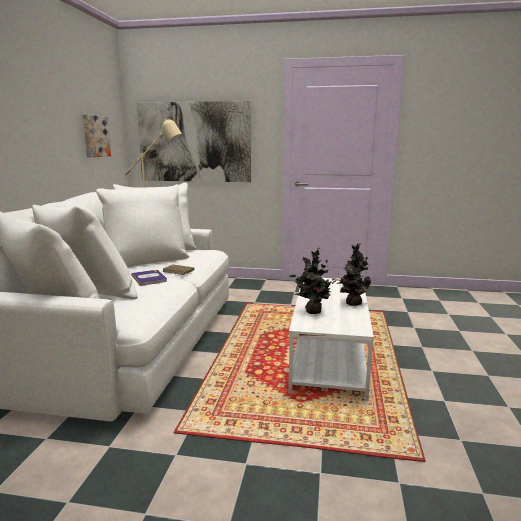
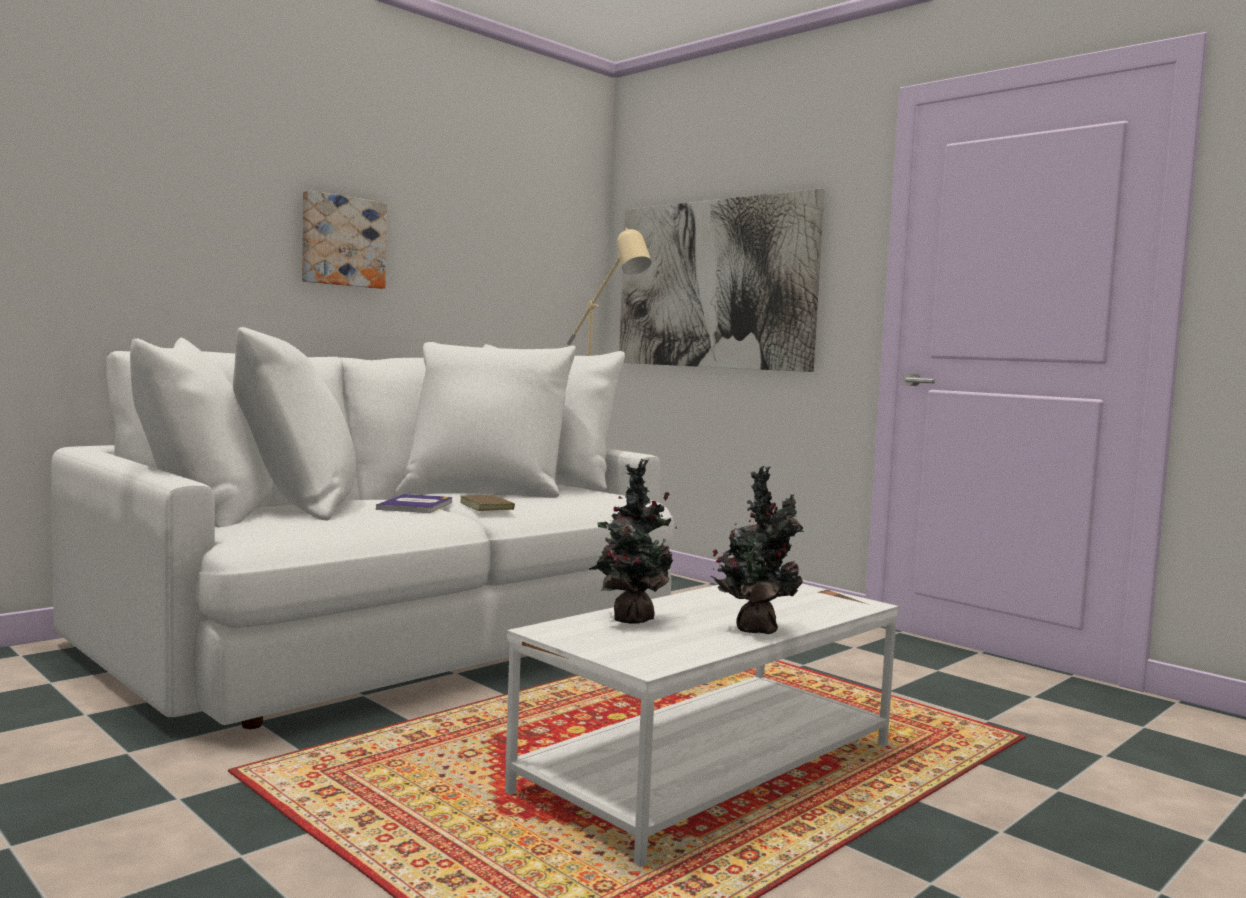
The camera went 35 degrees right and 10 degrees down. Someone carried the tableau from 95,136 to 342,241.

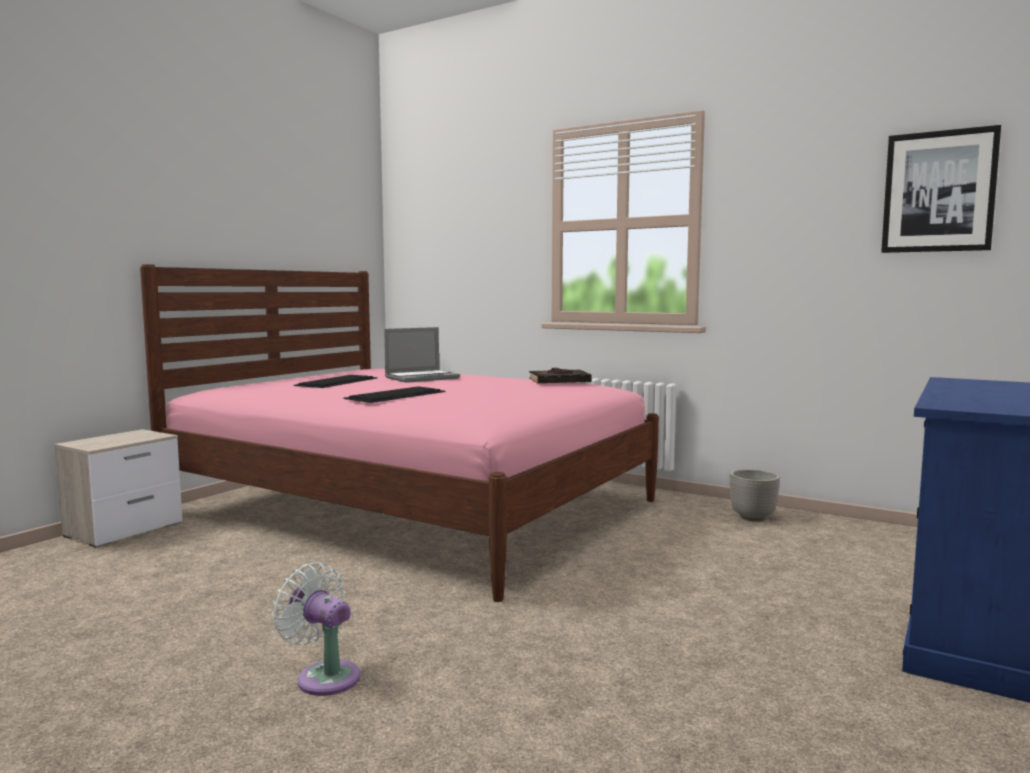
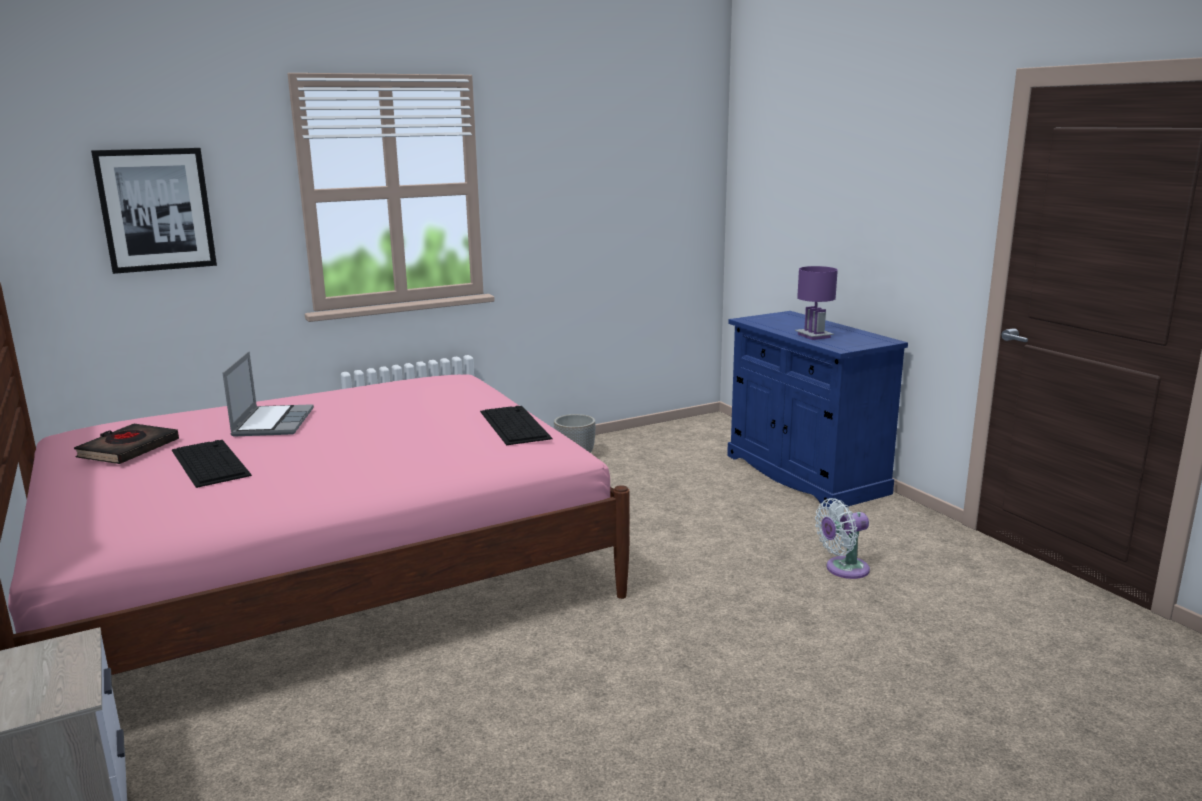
The camera went 60 degrees left and 10 degrees up. Someone carried the tableau from 938,192 to 156,210. Someone carried the livre (noir) from 559,381 to 128,449. Someone carried the clavier from 396,395 to 513,424. Someone carried the ventilateur (blanc) from 324,676 to 843,569. Someone put down the lampe de table (violet) at 814,336.

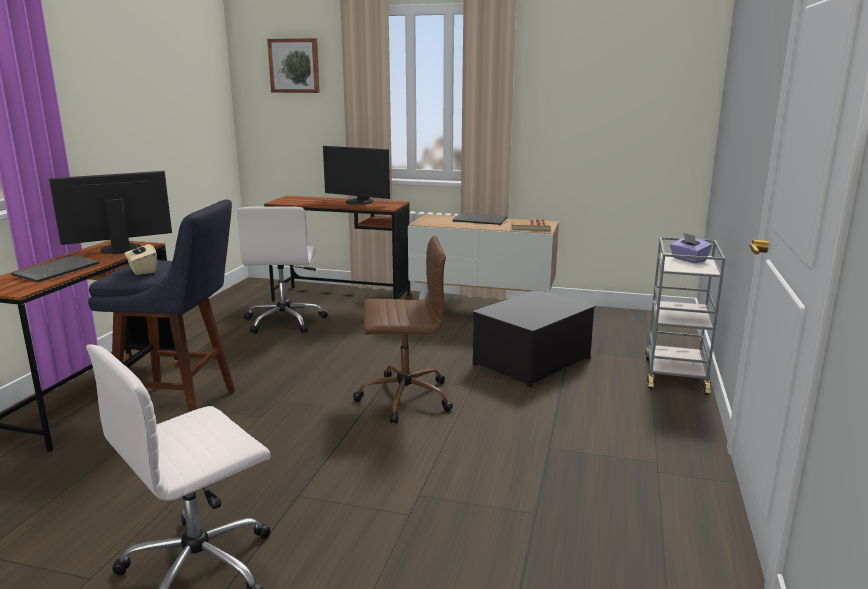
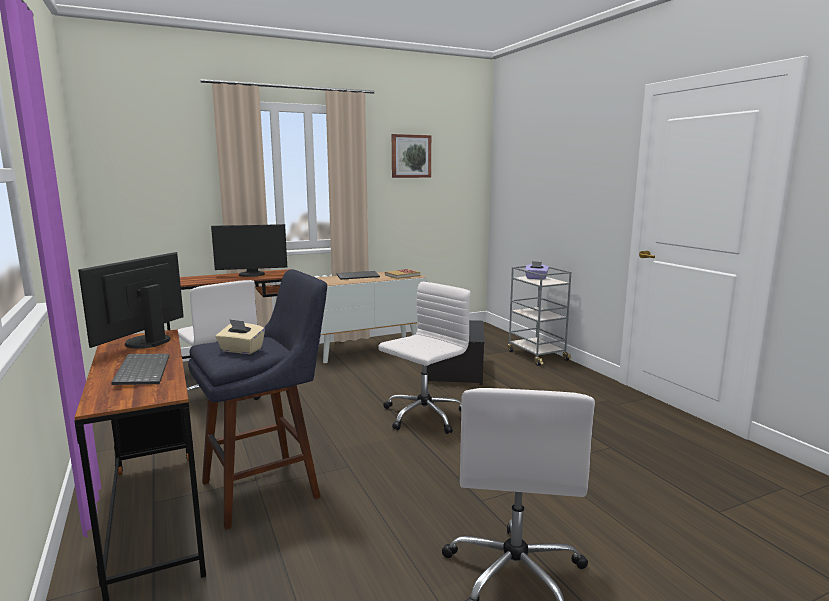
The camera went 40 degrees left and 5 degrees down. Someone carried the tableau from 294,65 to 410,156. Someone repainted the chaise de bureau (marron) at 403,397, which became the chaise de bureau (blanc) at 423,416.

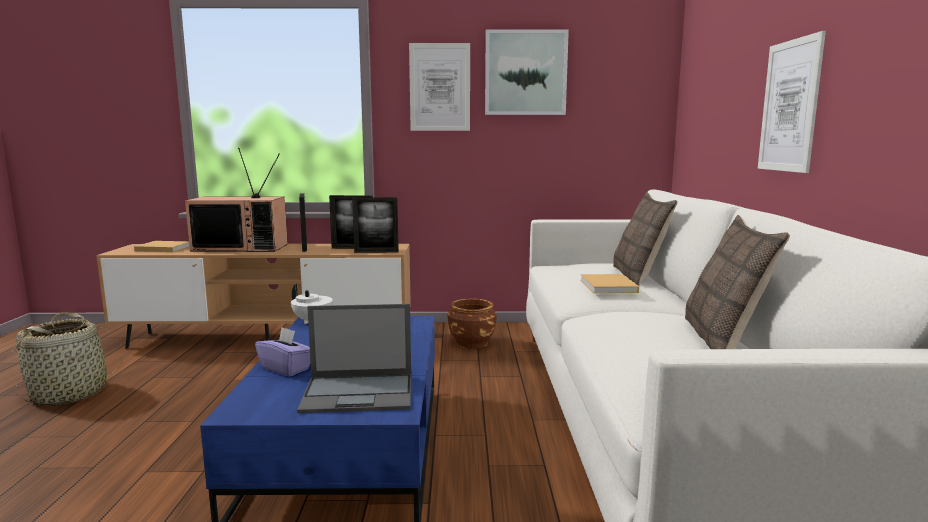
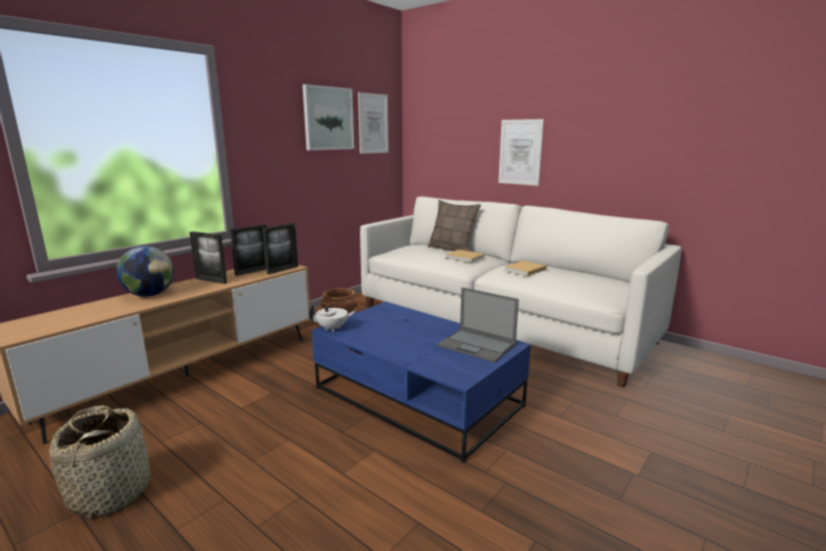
The camera went 50 degrees left and 5 degrees up. Someone carried the tableau from 440,87 to 373,123. Someone swapped the téléviseur at 242,247 for the globe at 149,295. Someone took away the coussin at 723,339. Someone carried the livre (beige) from 162,248 to 524,270. Someone rotated the ordinateur portable at 360,393 by 90 degrees clockwise. Someone took away the boîte à mouchoirs (violet) at 286,368.

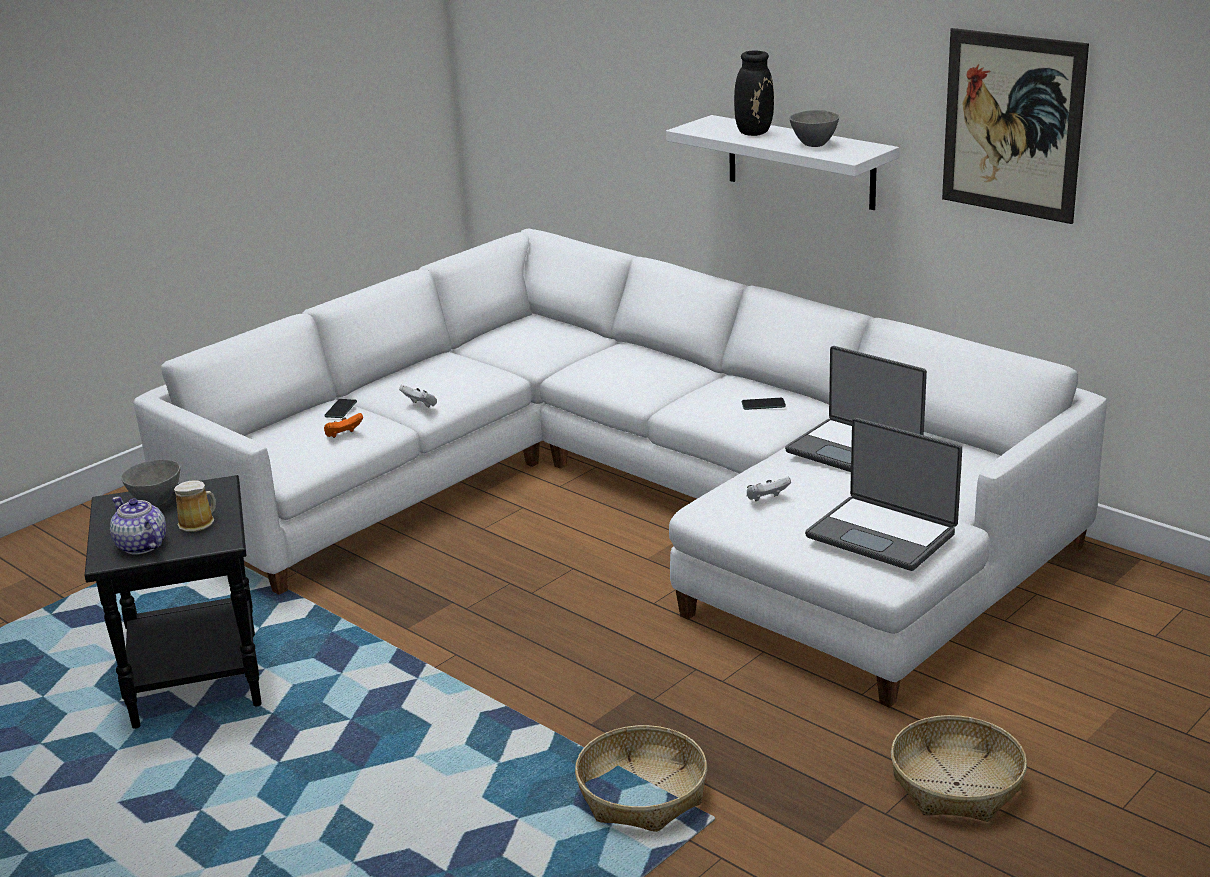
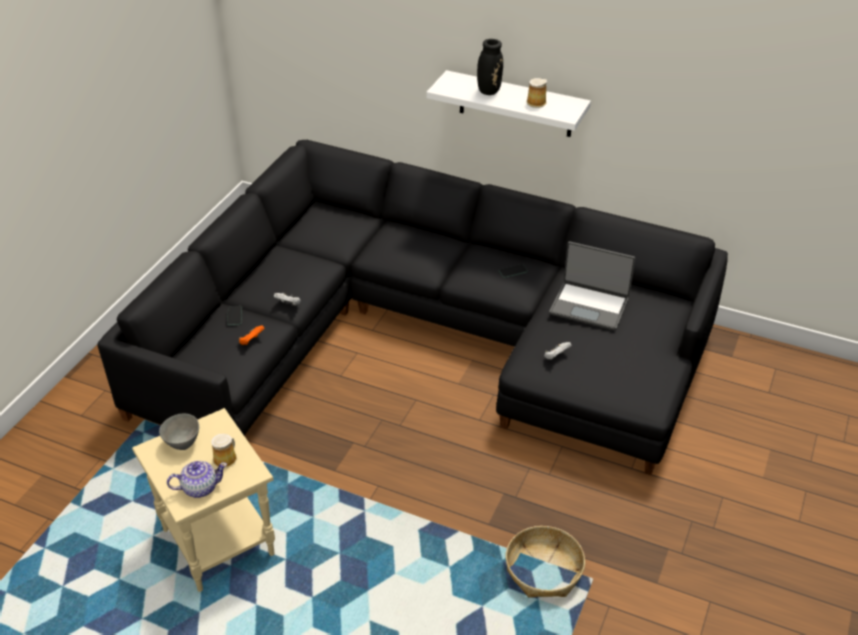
The camera went 20 degrees left and 15 degrees up. Someone took away the tableau at 1012,125. Someone swapped the bol (gris) at 813,144 for the mug at 535,102. Someone repainted the canapé (blanc) at 629,501, which became the canapé (noir) at 424,336. Someone took away the ordinateur portable at 882,534. Someone repainted the table d'appoint (noir) at 199,681, which became the table d'appoint (beige) at 220,542. Someone rotated the théière at 141,546 by 135 degrees clockwise. Someone took away the panier at 956,784.

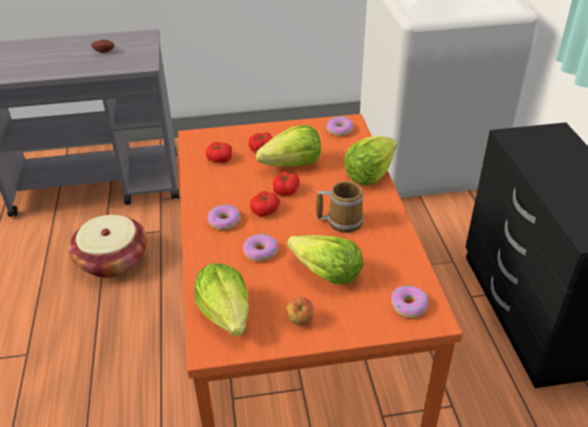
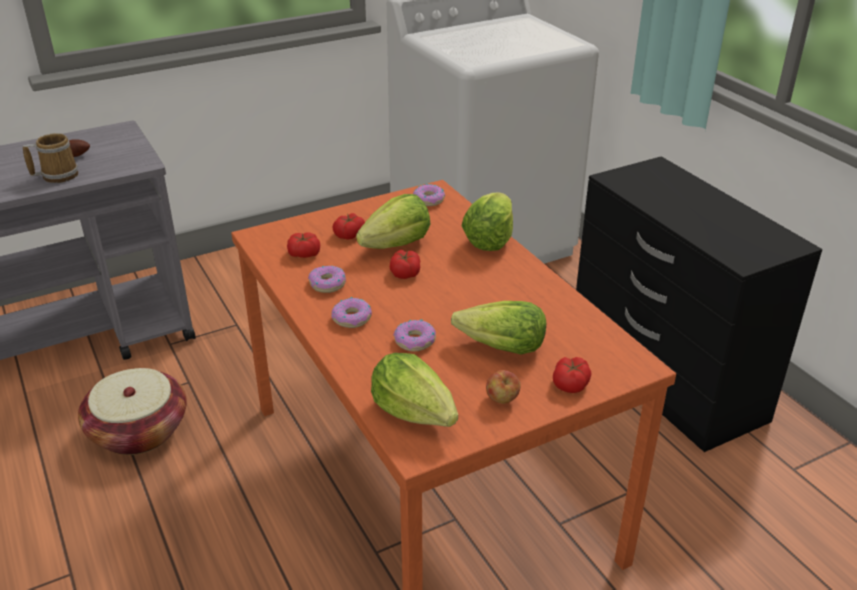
The camera went 20 degrees left and 5 degrees down. Someone carried the mug from 342,220 to 57,175. Someone carried the tomate from 265,210 to 571,383. Someone carried the beignet from 408,305 to 327,284.

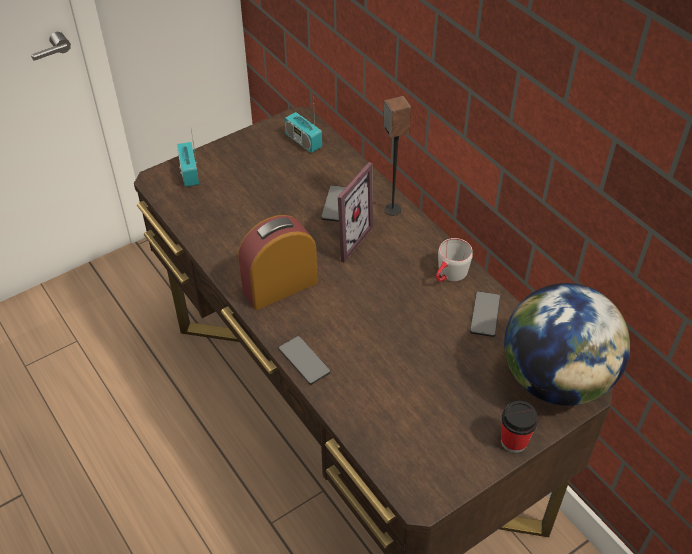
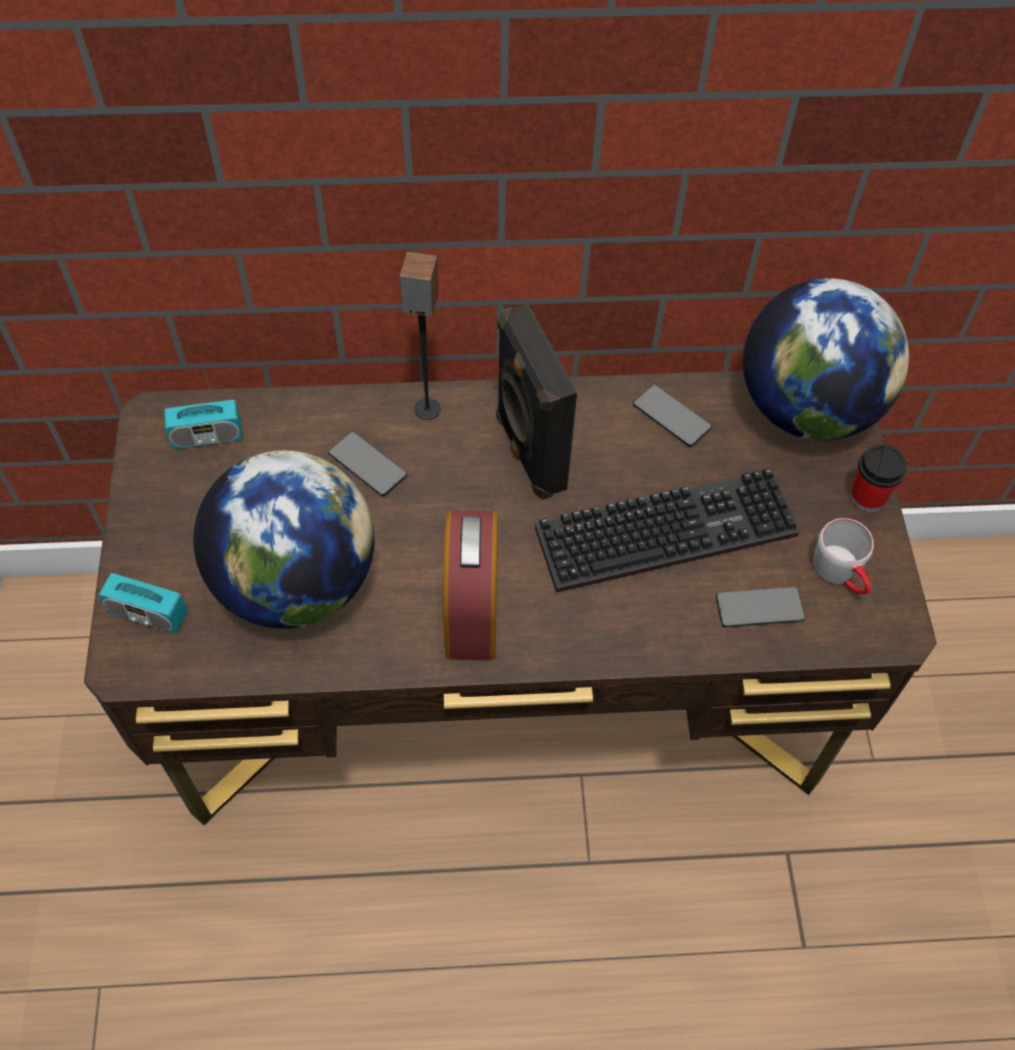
The camera went 60 degrees left and 10 degrees up. Someone took away the cadre photo at 344,238. Someone carried the mug (gris) from 449,275 to 841,574. Someone carried the téléphone from 304,360 to 759,608. Someone put down the enceinte (noir) at 528,453. Someone put down the globe at 296,582. Someone put down the clavier at 668,527.

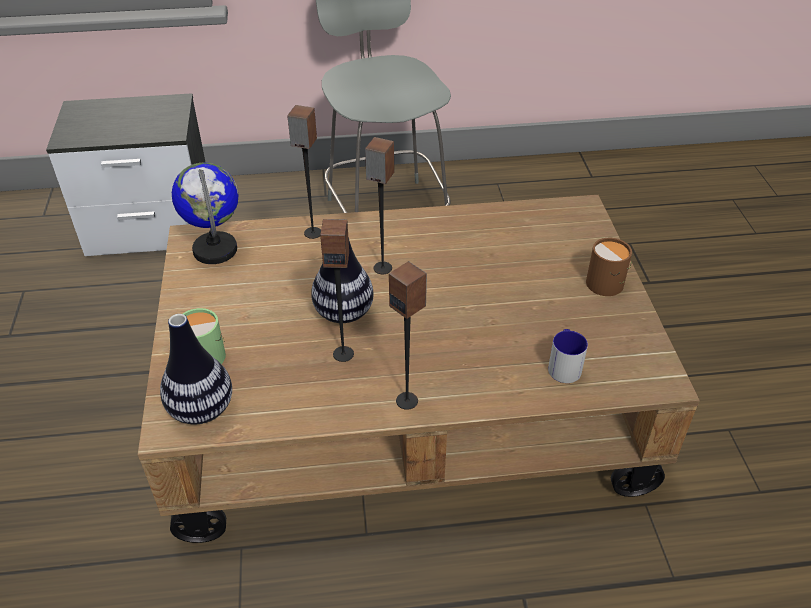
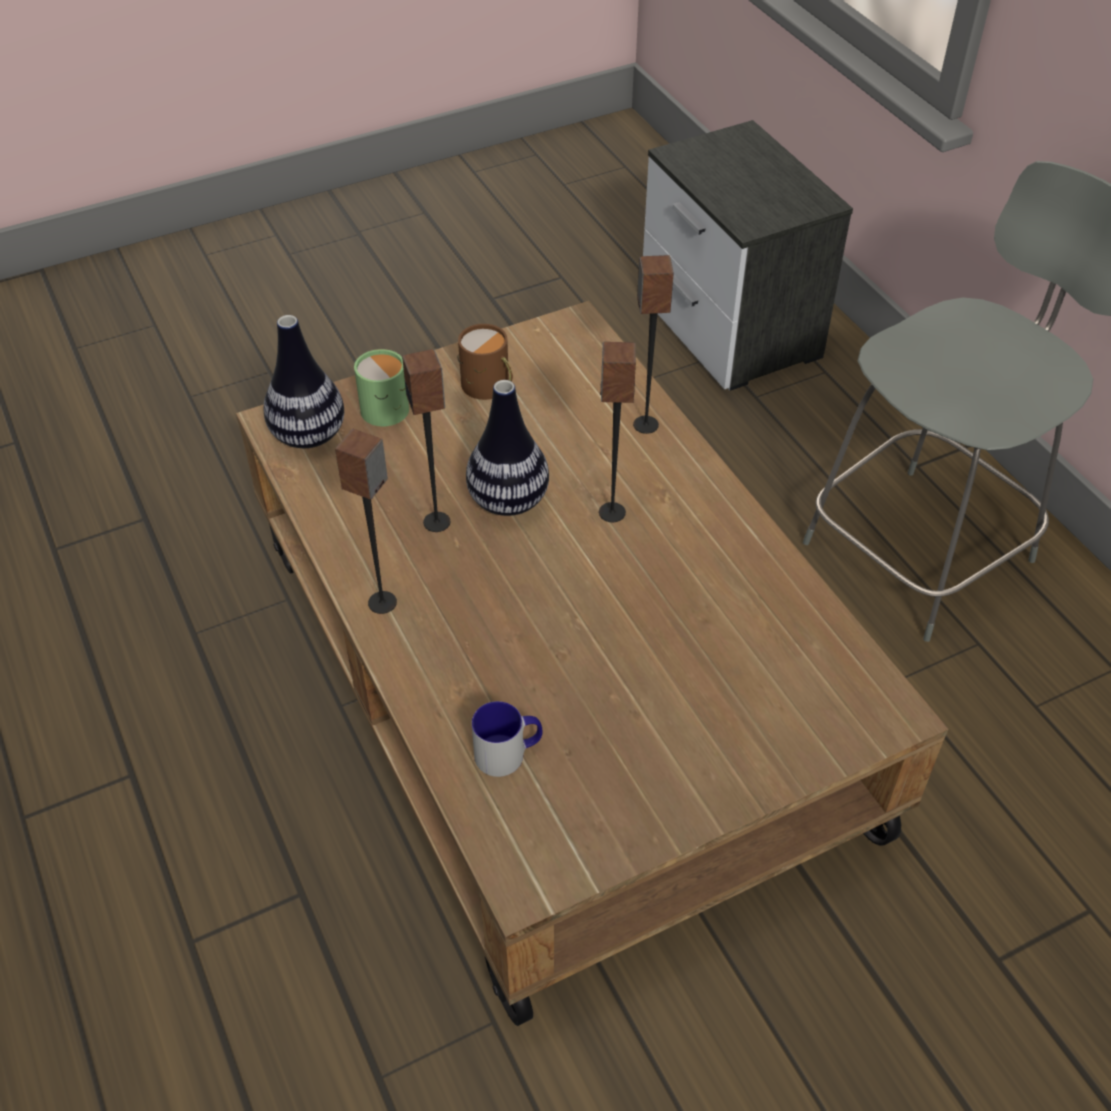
The camera went 70 degrees right and 5 degrees up. Someone took away the globe at 215,249. Someone carried the mug (marron) from 608,282 to 489,386.

